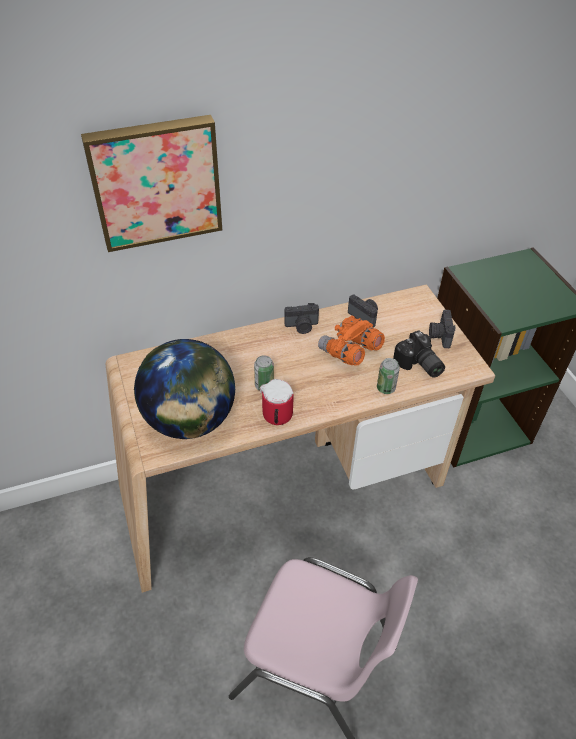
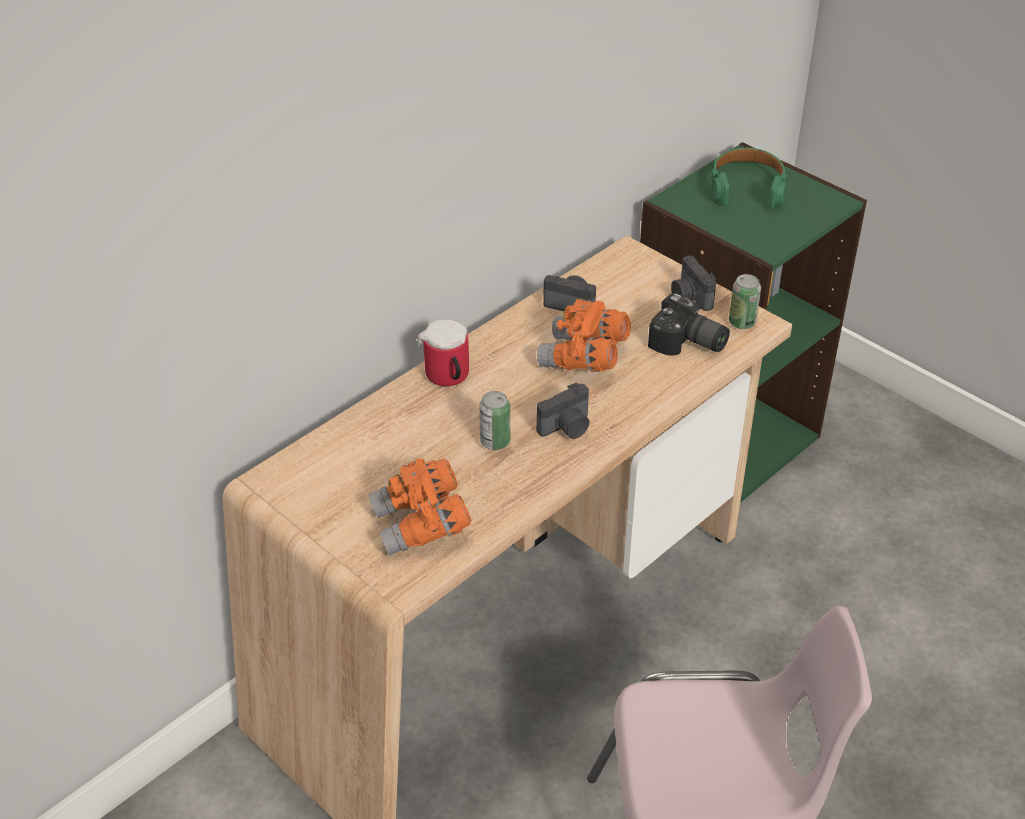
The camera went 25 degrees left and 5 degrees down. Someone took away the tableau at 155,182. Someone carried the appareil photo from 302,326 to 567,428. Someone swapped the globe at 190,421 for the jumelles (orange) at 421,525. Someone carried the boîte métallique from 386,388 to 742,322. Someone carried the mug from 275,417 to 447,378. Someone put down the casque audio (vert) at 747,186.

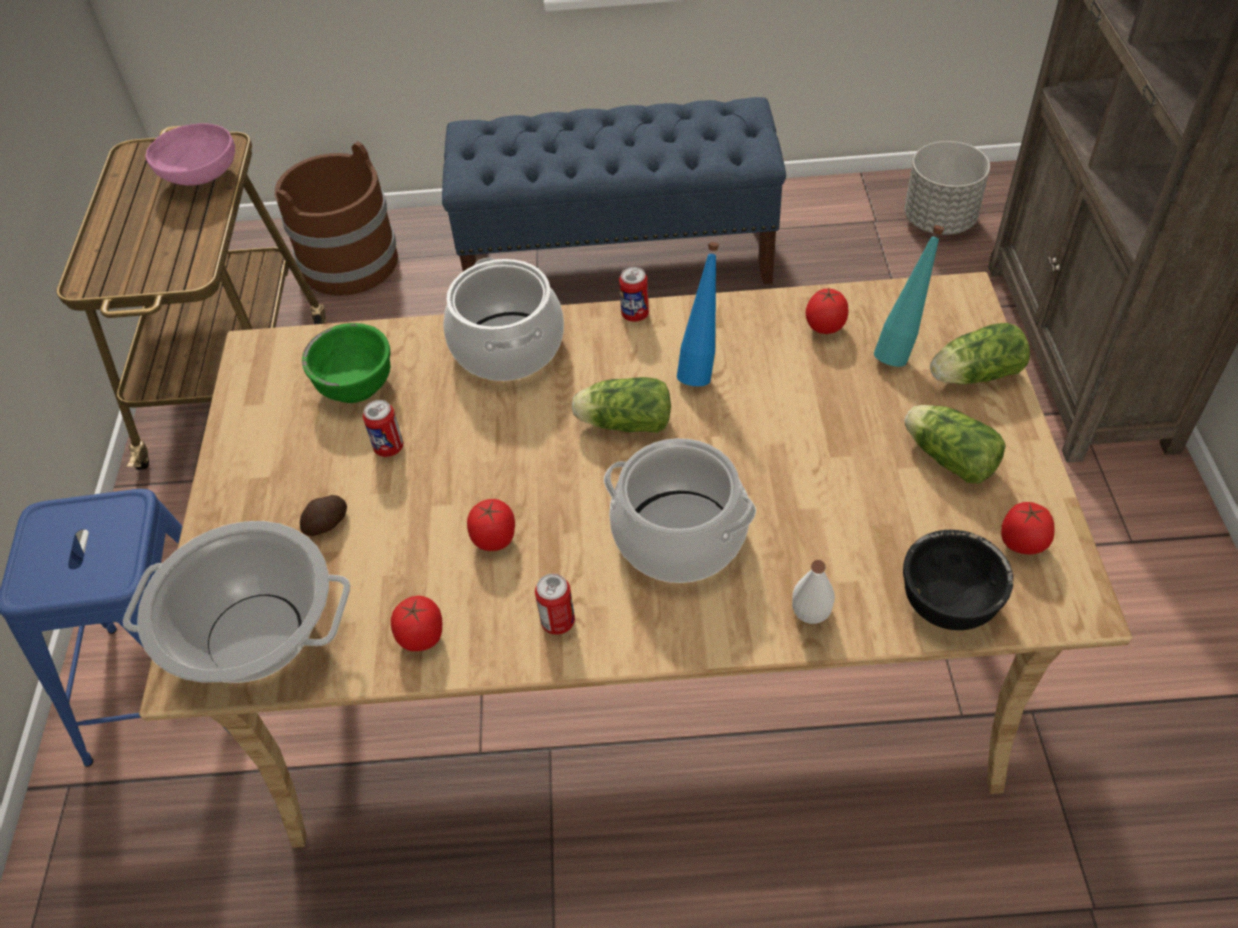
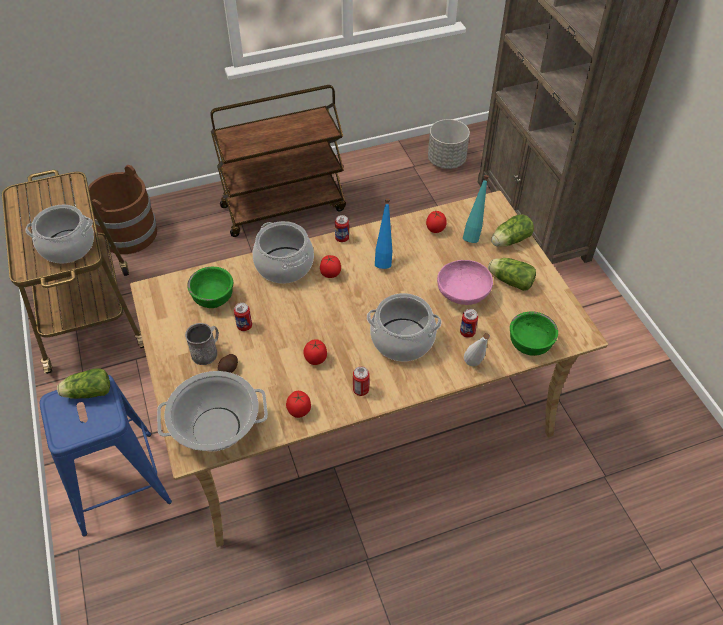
The camera went 20 degrees left and 0 degrees up. Someone swapped the banc (bleu) at 619,258 for the chariot (marron) at 284,207. Someone carried the bol (rose) from 200,176 to 462,294. Someone carried the laitue from 622,423 to 87,392. Someone carried the tomate from 1022,544 to 330,274. Someone repainted the bol (noir) at 949,602, which became the bol (vert) at 530,344. Someone put down the marmite at 68,246. Someone put down the boîte métallique at 467,332. Someone put down the mug (gris) at 207,352.

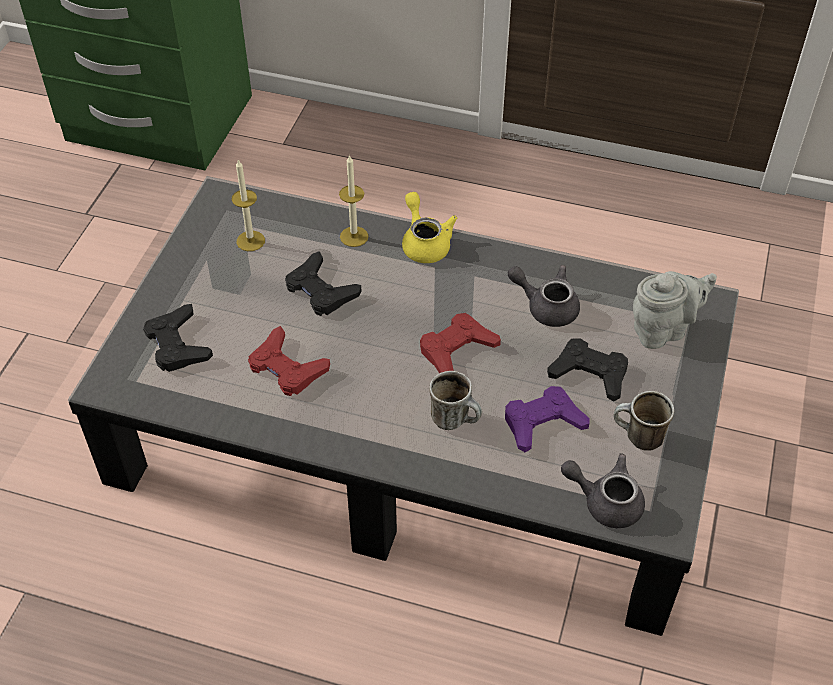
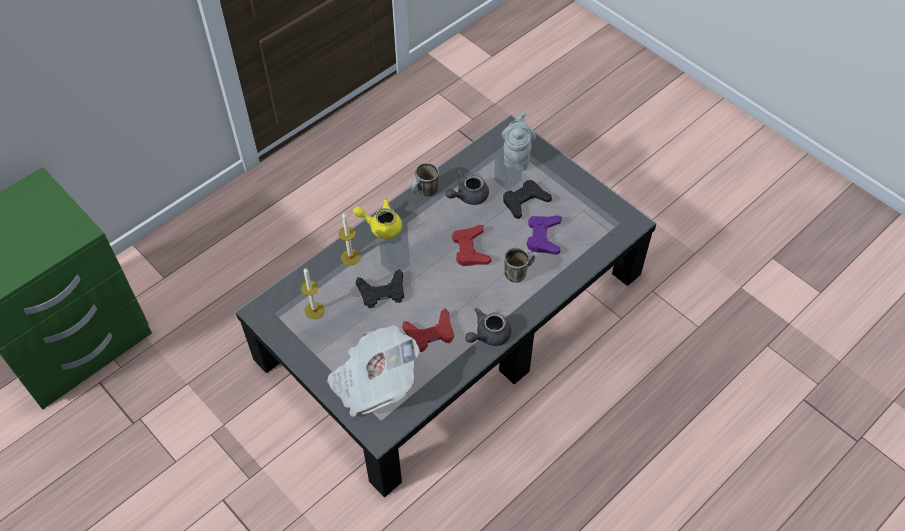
The camera went 60 degrees left and 5 degrees up. Someone swapped the manette (noir) at 177,344 for the journal at 374,382. Someone carried the mug from 637,438 to 425,193. Someone carried the théière (gris) from 605,501 to 488,335.

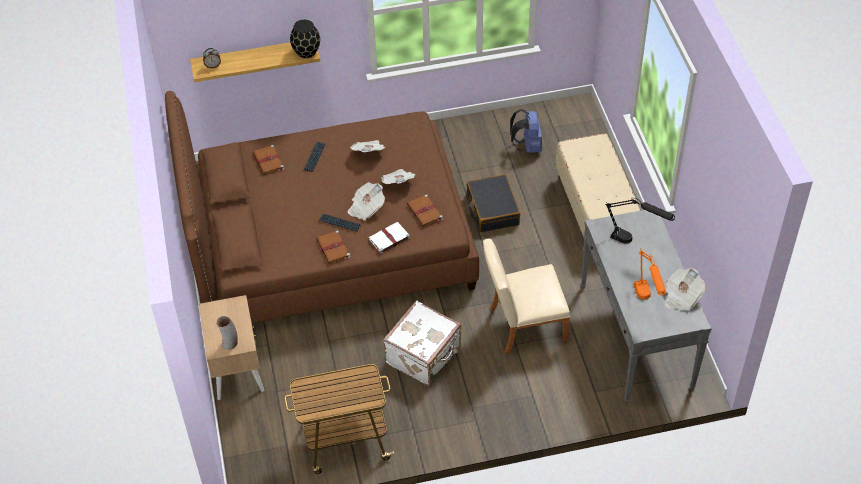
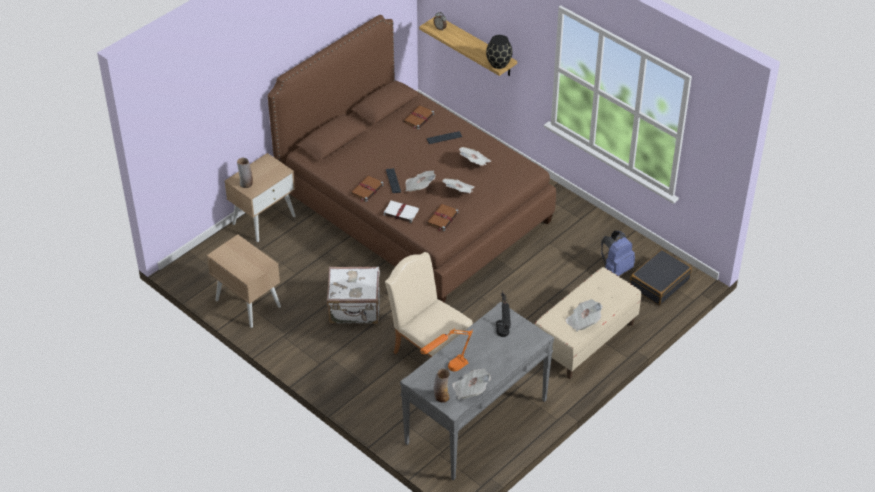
The camera went 55 degrees right and 5 degrees down. Someone carried the valise (noir) from 492,210 to 659,283. Someone swapped the chariot at 344,441 for the table de chevet (beige) at 247,303. Someone put down the journal at 583,321. Someone put down the vase at 441,397.

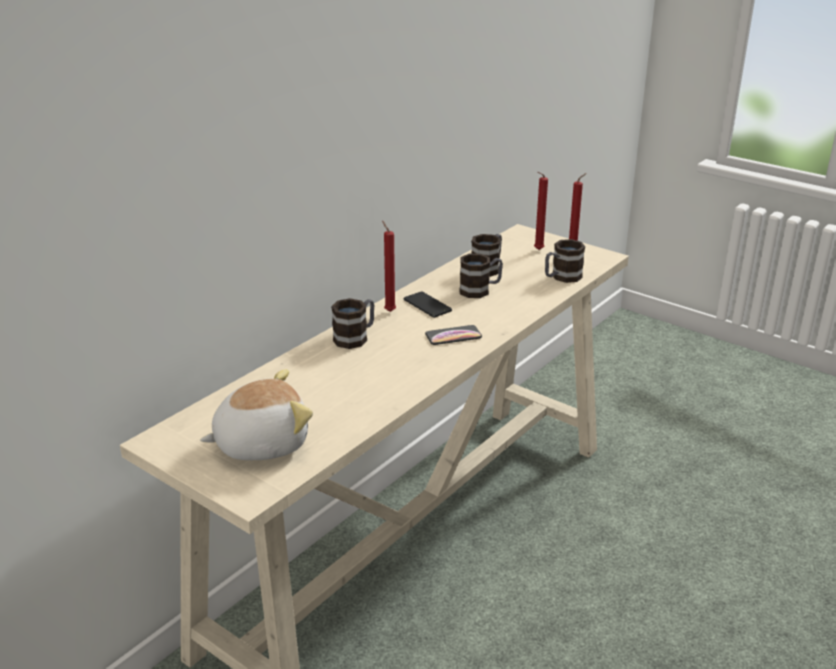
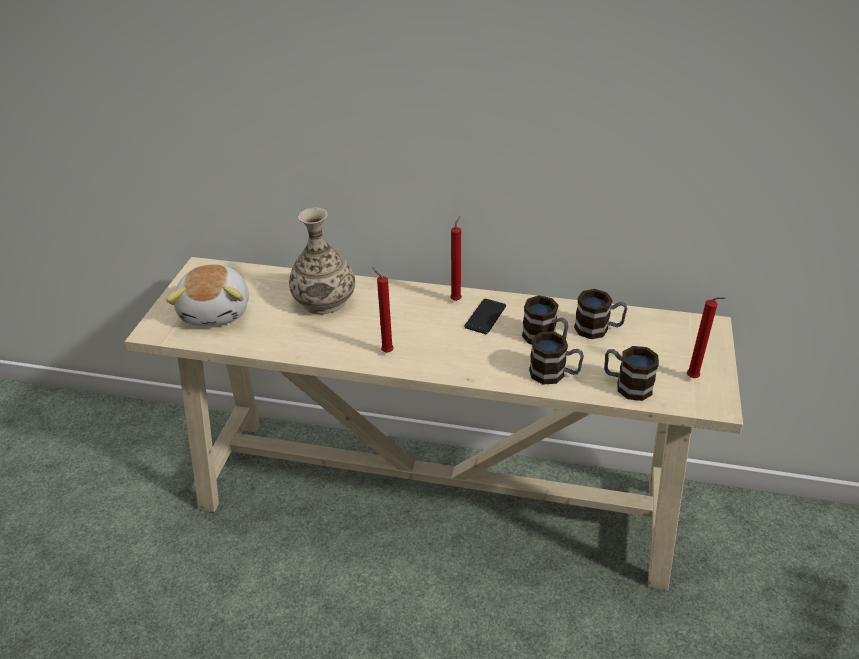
The camera went 65 degrees right and 10 degrees up. Someone carried the bougie (rouge) from 537,250 to 385,351. Someone carried the mug from 355,337 to 554,374. Someone took away the téléphone at 453,336. Someone rotated the peluche at 261,443 by 45 degrees clockwise. Someone put down the vase at 324,300.

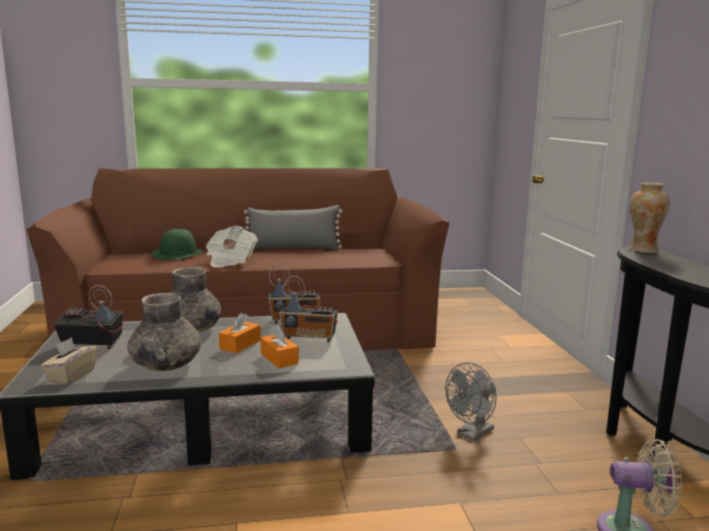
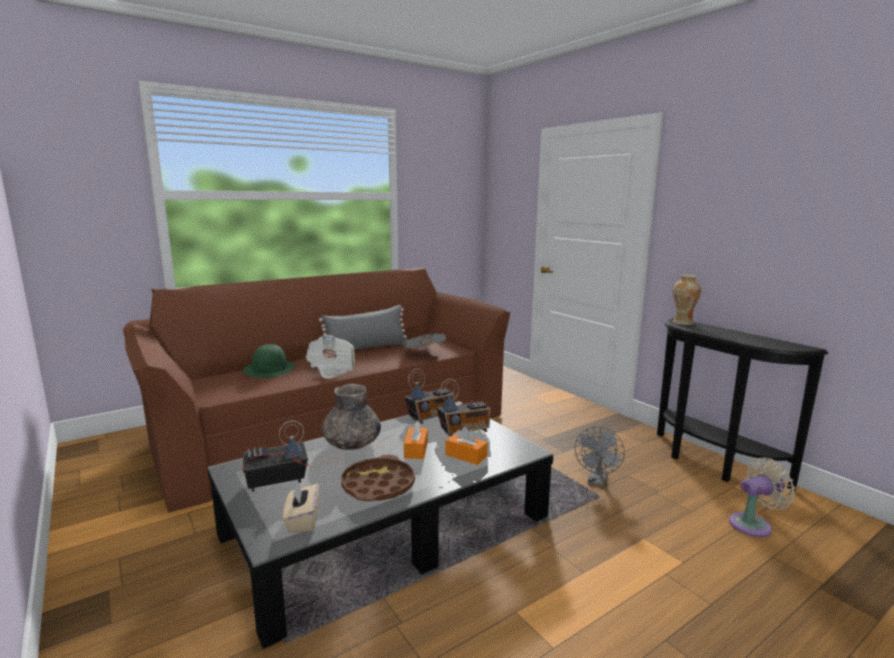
The camera went 25 degrees left and 0 degrees up. Someone swapped the vase (gris) at 165,365 for the plateau (marron) at 378,485. Someone put down the journal at 424,353.

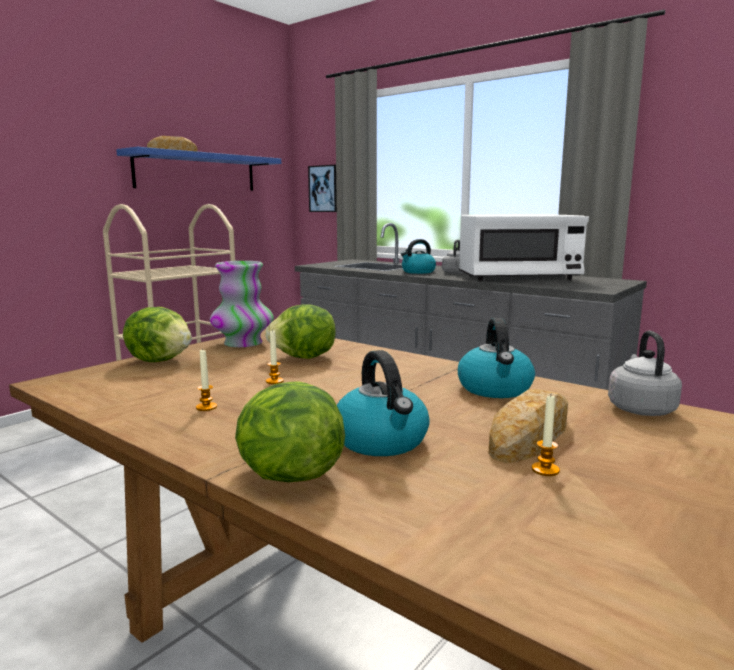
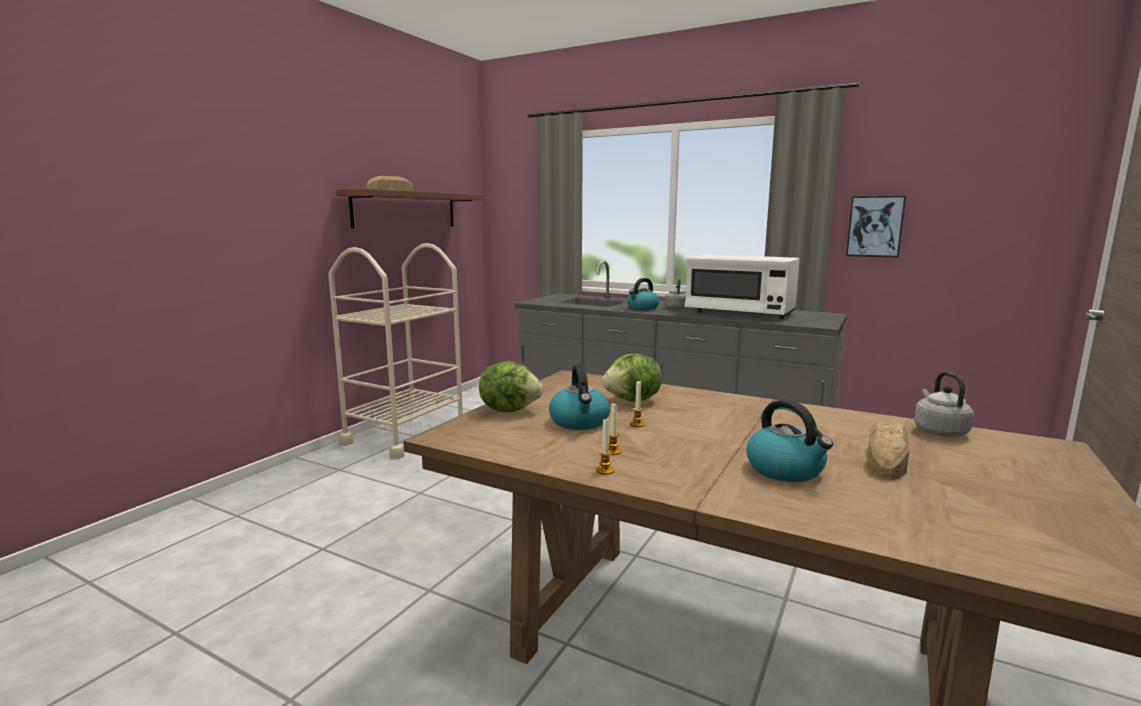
The camera went 10 degrees left and 0 degrees up. Someone repainted the étagère (bleu) at 197,172, which became the étagère (marron) at 406,210. Someone carried the tableau from 324,188 to 875,226. Someone rotated the micro-ondes (blanc) at 518,278 by 45 degrees clockwise. Someone took away the vase at 243,343. Someone carried the bouilloire from 495,389 to 580,422. Someone took away the laitue at 288,475. Someone carried the bougie from 545,470 to 605,470.

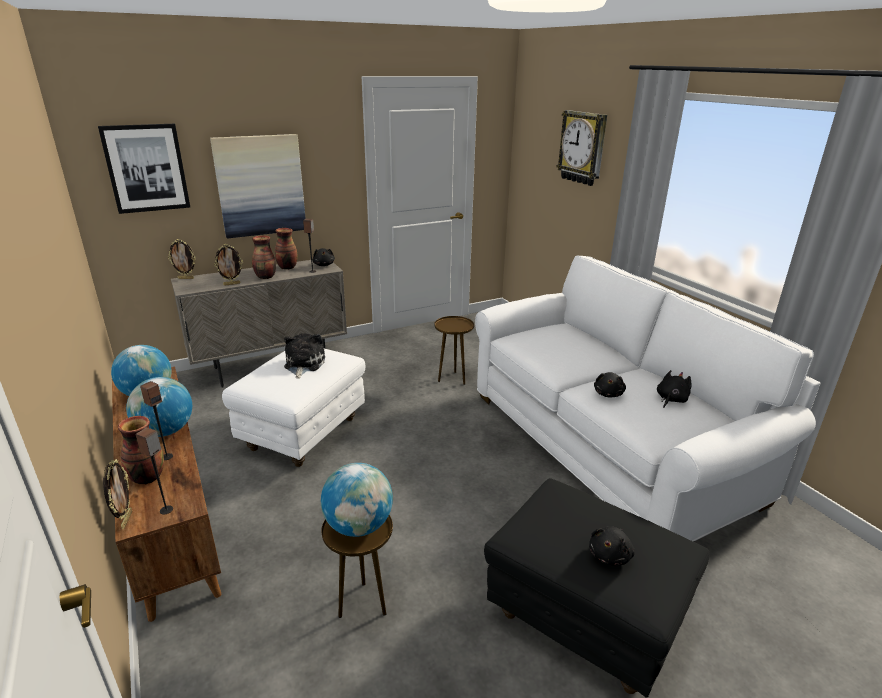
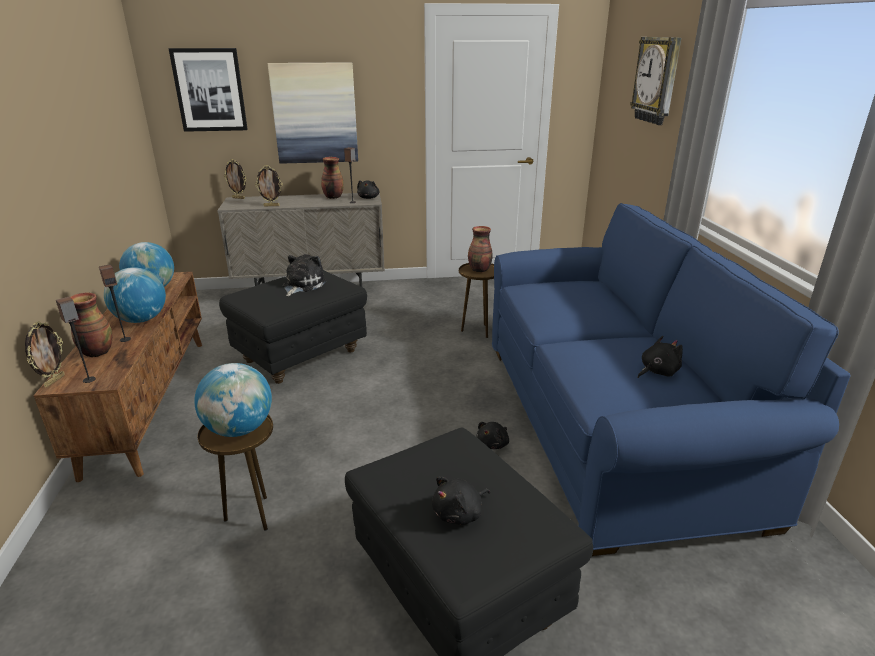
The camera went 20 degrees right and 0 degrees up. Someone carried the vase from 265,277 to 479,270. Someone repainted the canapé (blanc) at 606,444, which became the canapé (bleu) at 607,423. Someone repainted the pouf (blanc) at 304,434, which became the pouf (noir) at 301,357. Someone carried the peluche (noir) from 608,394 to 493,444.

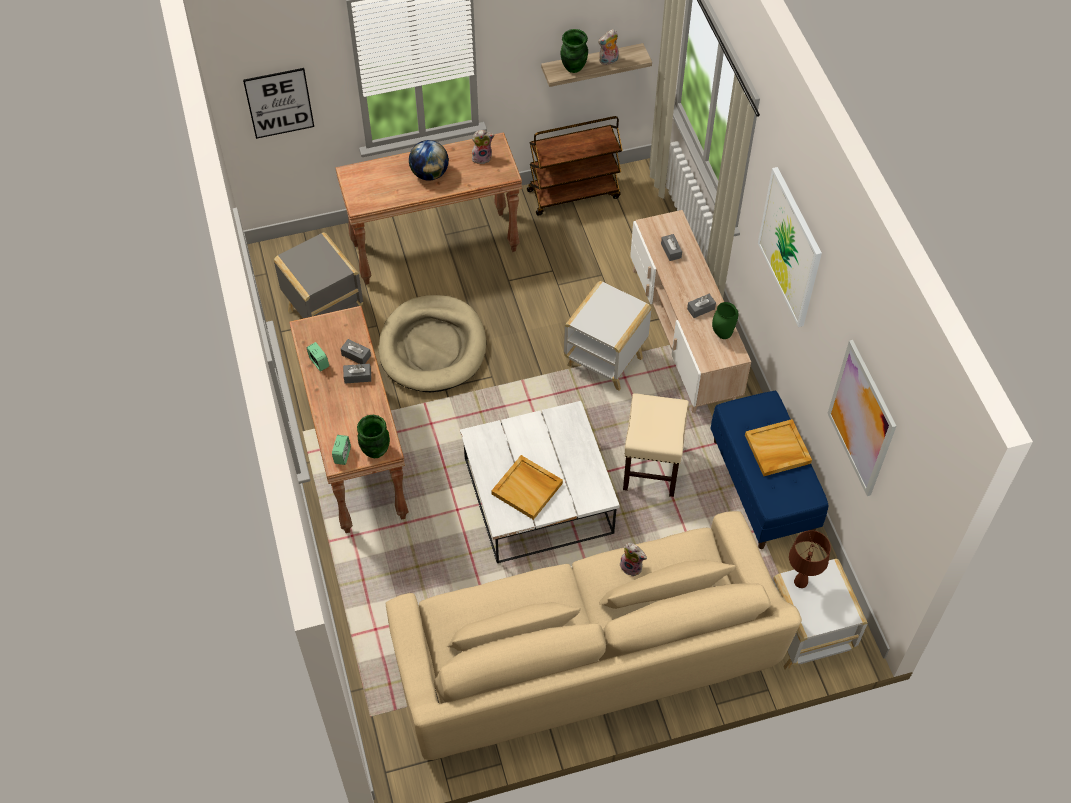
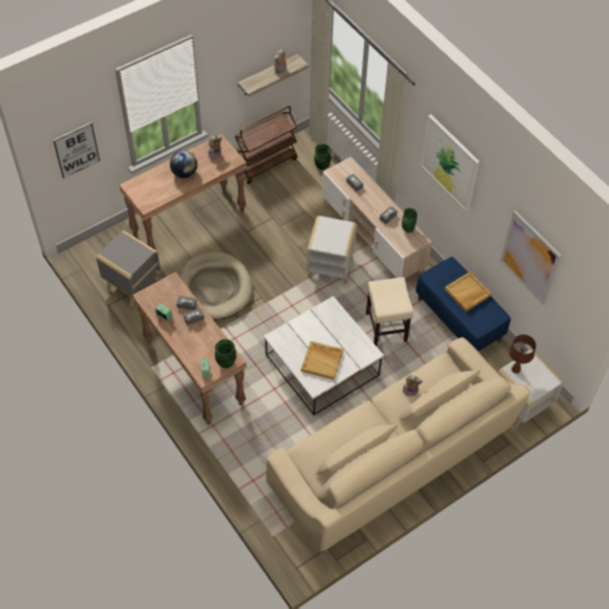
The camera went 20 degrees left and 0 degrees up. Someone carried the vase (vert) from 573,67 to 322,166.

